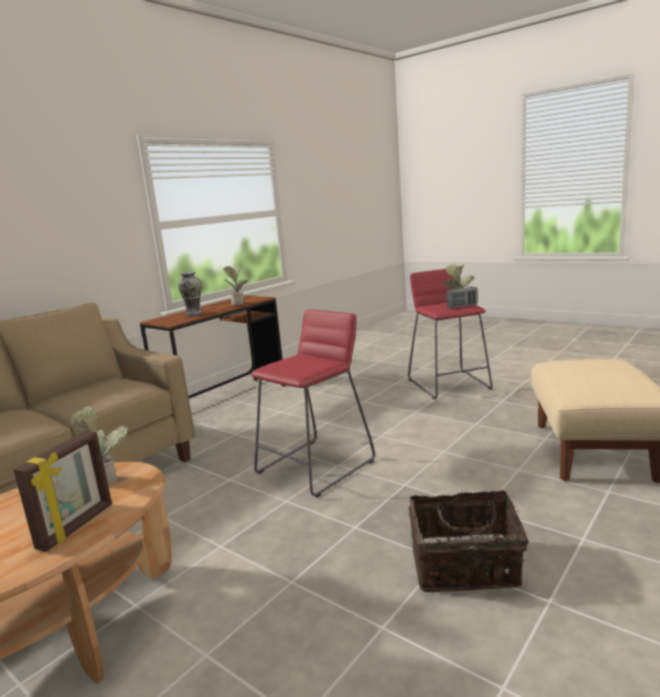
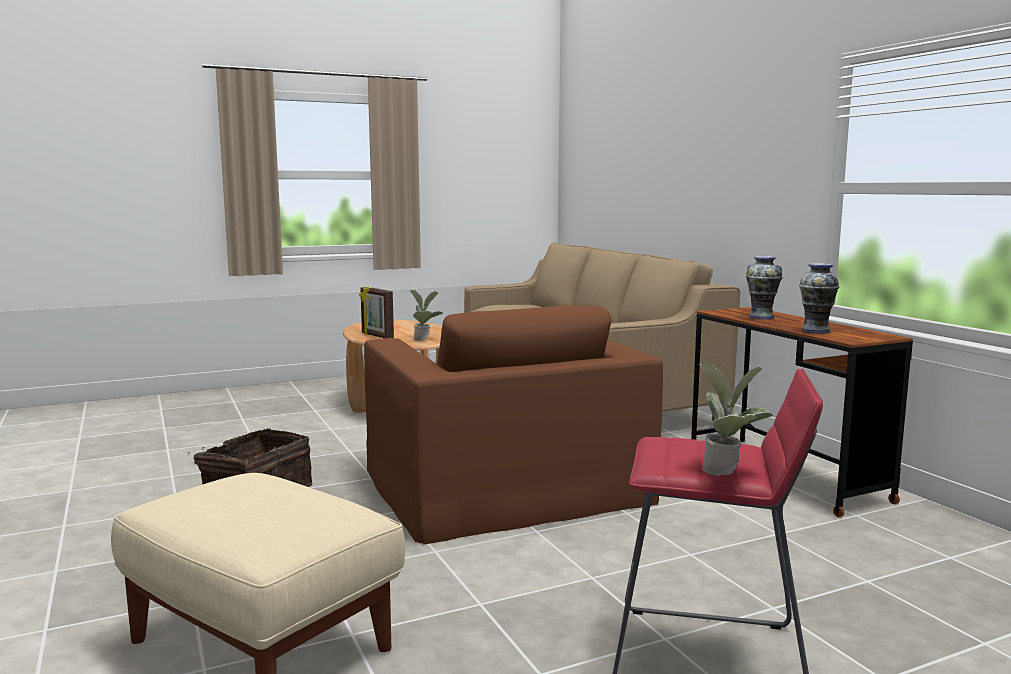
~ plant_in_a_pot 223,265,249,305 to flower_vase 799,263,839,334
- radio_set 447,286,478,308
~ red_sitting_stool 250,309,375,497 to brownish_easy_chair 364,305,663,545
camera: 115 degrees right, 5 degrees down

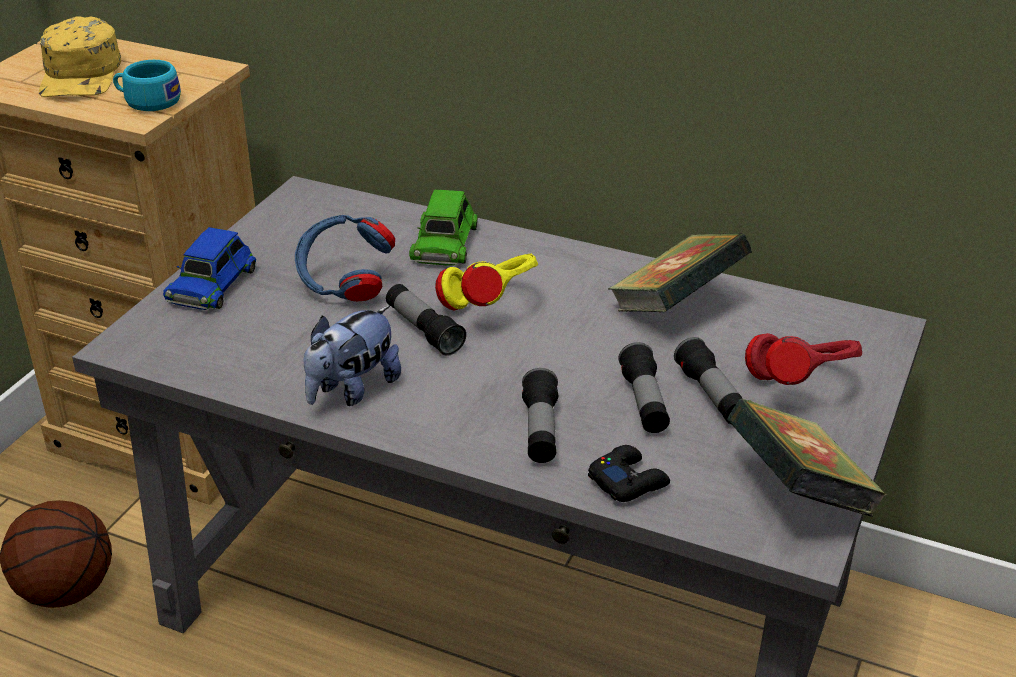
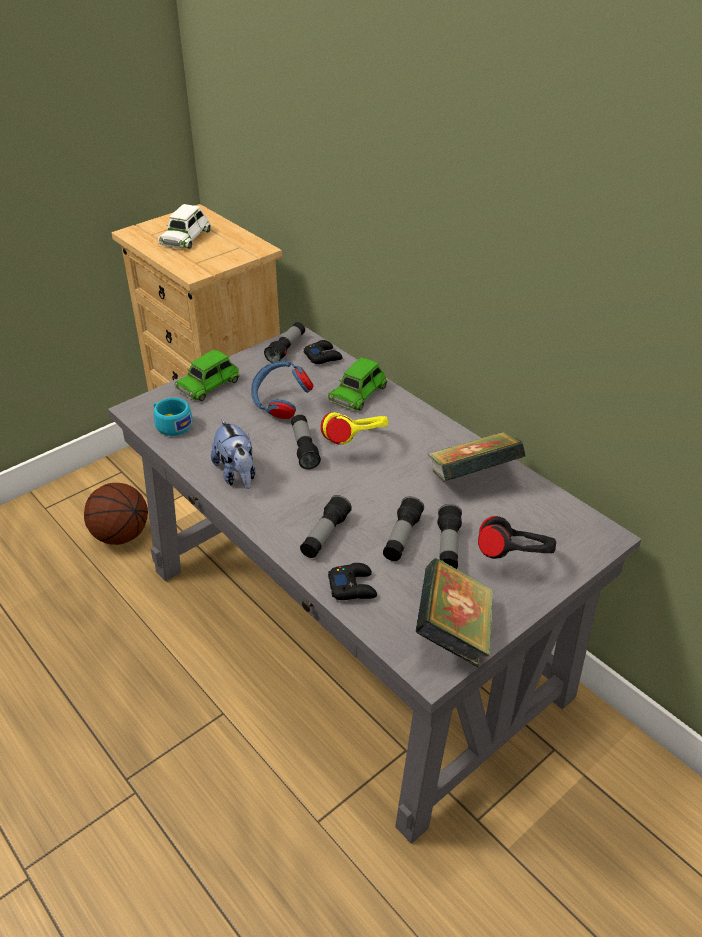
~ yellowish_baseball_cap 39,16,121,97 to white-coloured_toy_car 158,204,211,249
~ turquoise-coloured_drinking_cup 113,60,181,111 to 154,398,193,436
~ blue_toy_car 163,227,256,310 to green-coloured_toy_car 174,349,240,401
~ plush_toy 304,306,401,406 = 211,419,256,489 90 degrees counterclockwise
~ red_pair_of_headphones 745,333,862,385 to blackish_pair_of_headphones 478,516,556,559
+ torch 264,322,305,363
+ blackish_gamepad 303,340,343,364
camera: 25 degrees right, 5 degrees up

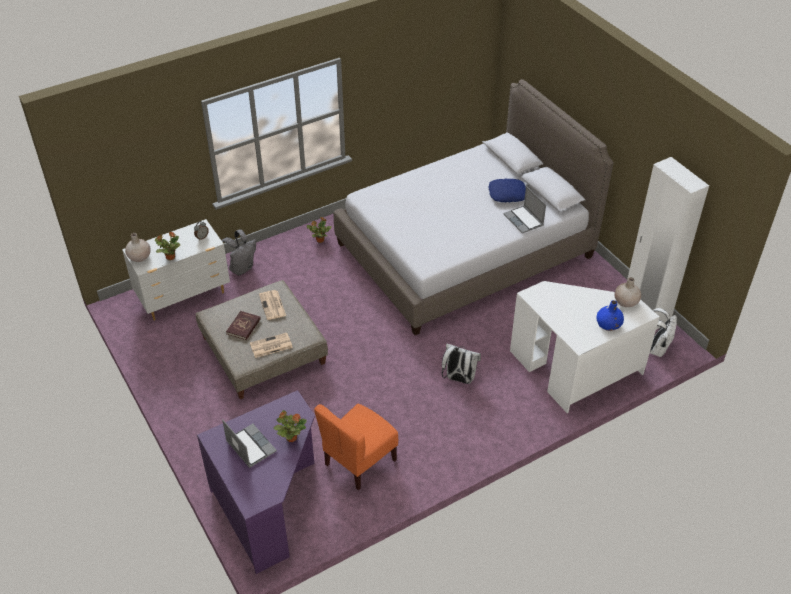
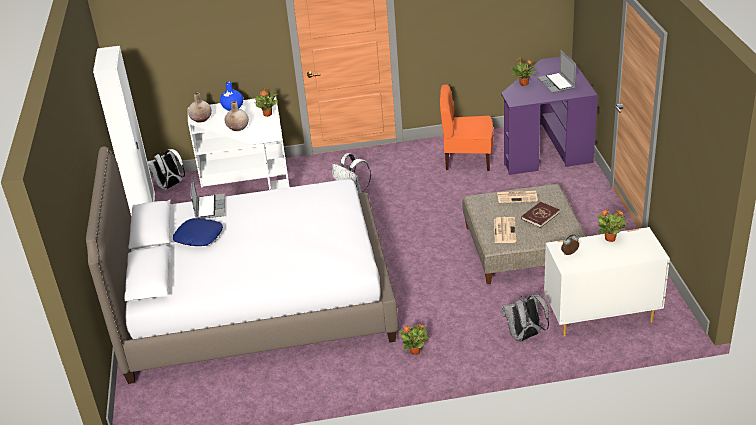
~ sand-coloured_flower_vase 125,233,151,262 to 225,101,249,131
~ orange-coloured_plain_chair 314,404,398,491 = 440,84,493,171 150 degrees counterclockwise
+ plant_in_a_pot 254,88,278,117
camera: 155 degrees left, 10 degrees down

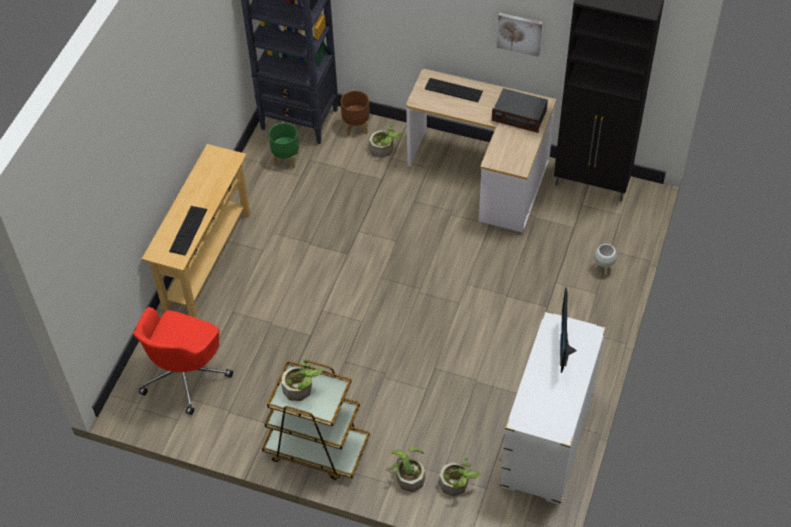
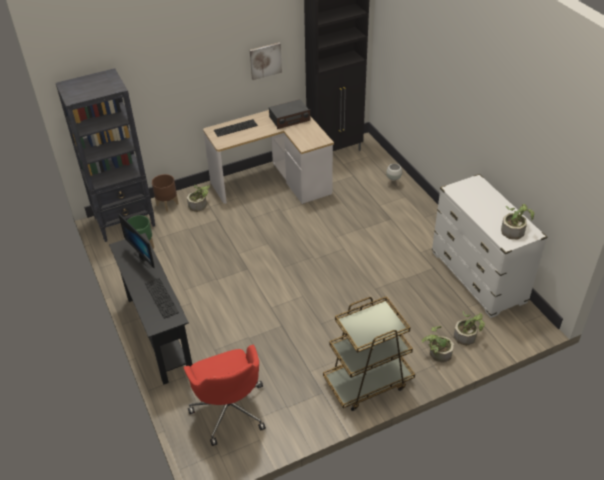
~ sand-coloured_hall_table 142,144,250,318 to blackish_hall_table 109,233,192,385
~ computer_display 560,287,577,373 to 118,214,155,269
~ plant_in_a_pot 281,357,323,401 to 501,204,534,240
camera: 45 degrees left, 10 degrees down

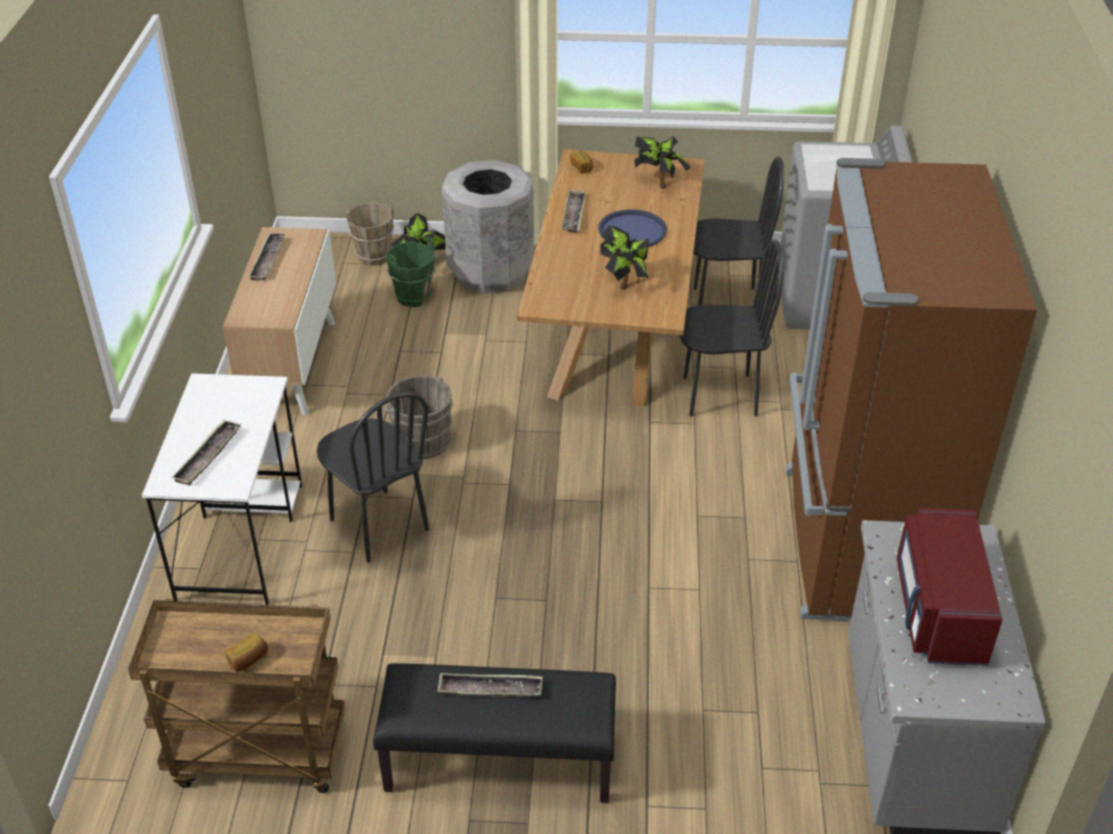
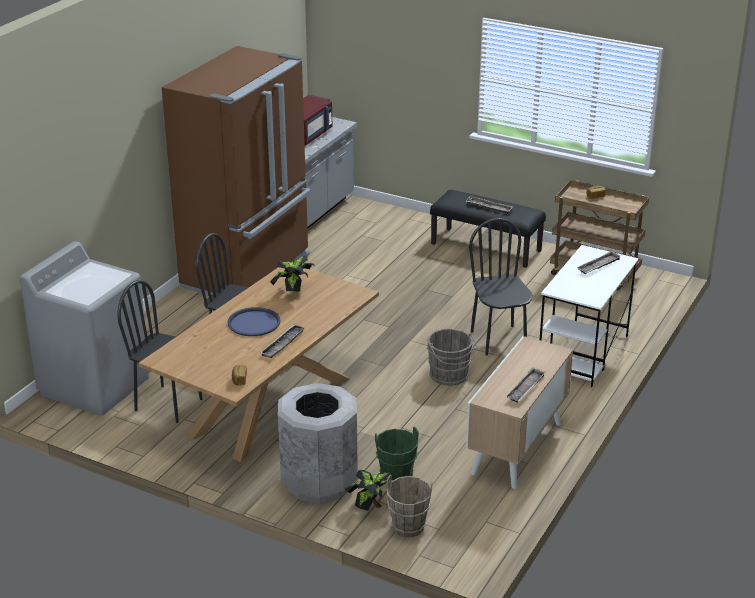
- plant_in_a_pot 634,136,691,189
camera: 155 degrees left, 10 degrees down

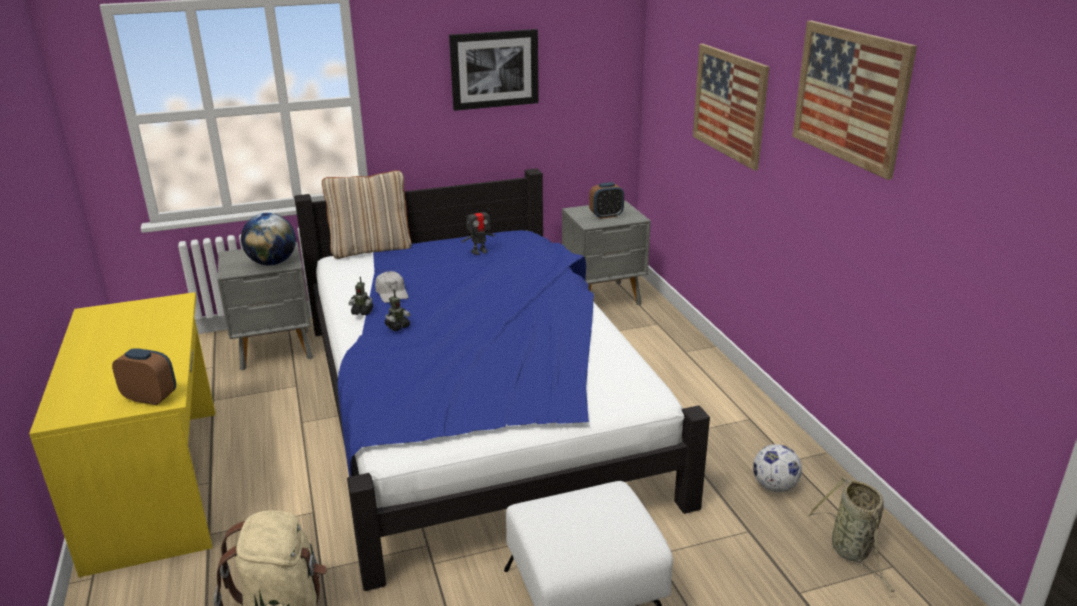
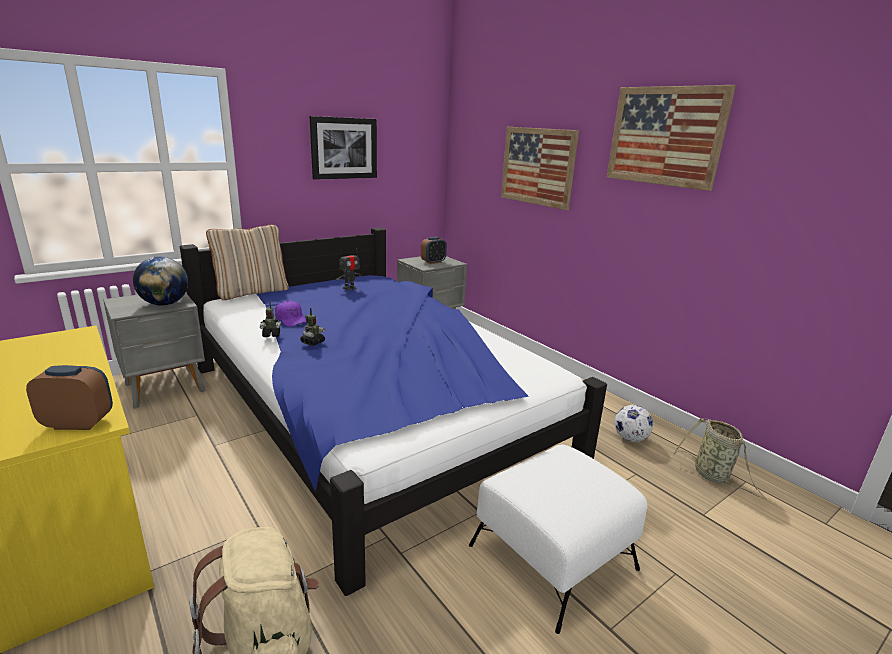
~ white-coloured_baseball_cap 375,271,408,303 to purplish_baseball_cap 275,300,306,327
camera: 20 degrees left, 5 degrees down

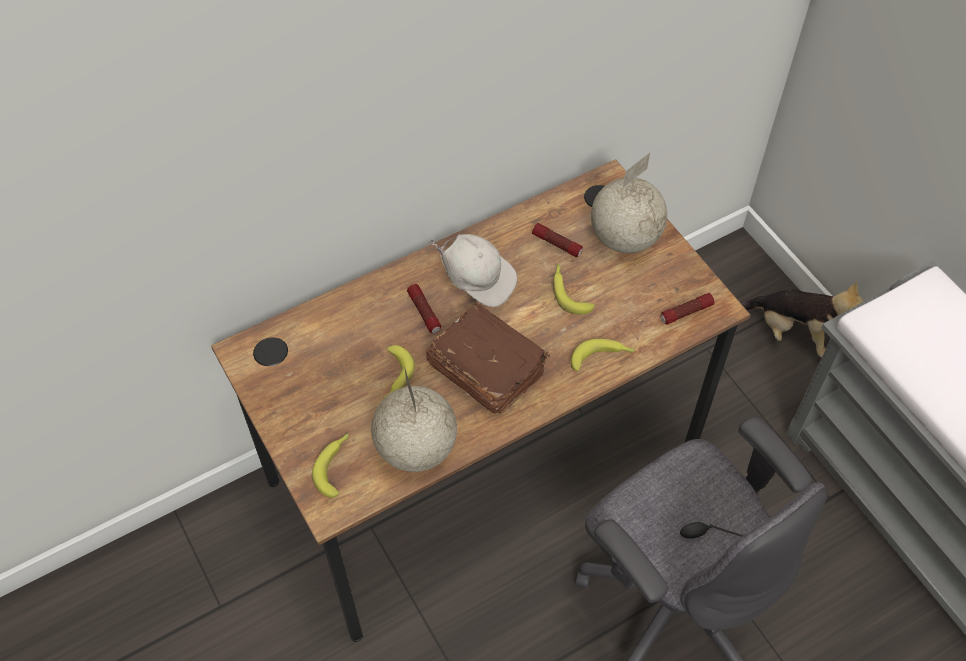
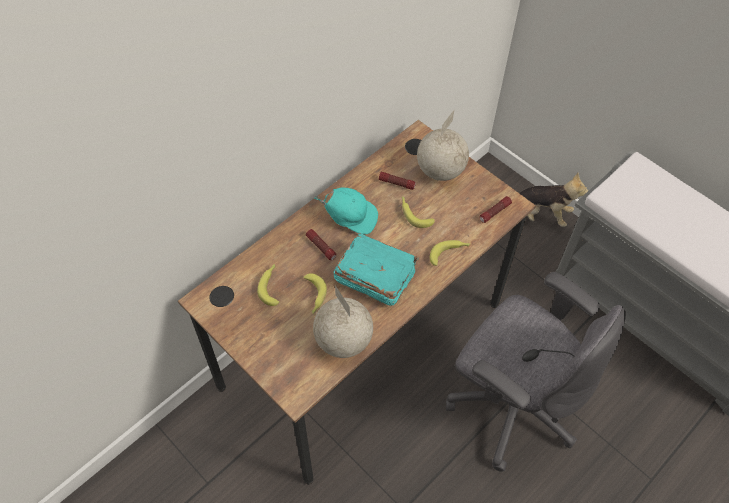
~ white-coloured_baseball_cap 429,234,517,307 to turquoise-coloured_baseball_cap 314,188,378,234
~ brownish_book 426,303,550,414 to turquoise-coloured_book 334,233,418,306
~ banana_fruit 312,433,349,498 to 257,264,279,306
camera: 15 degrees left, 0 degrees up

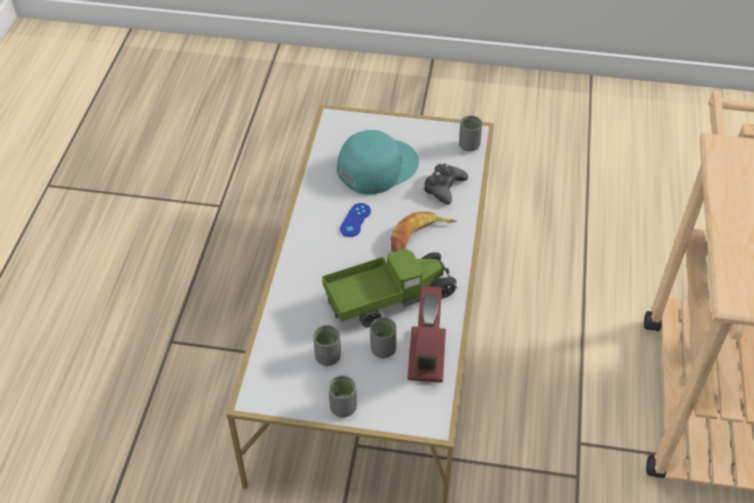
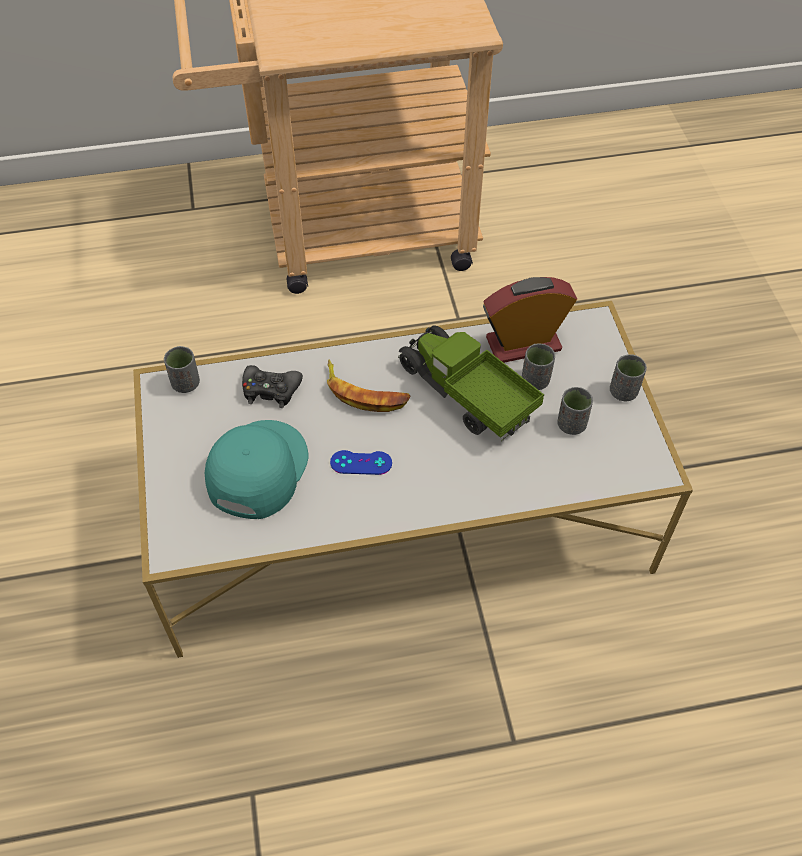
~ turquoise-coloured_baseball_cap 337,130,419,194 = 205,420,308,519 75 degrees clockwise
camera: 110 degrees left, 5 degrees up

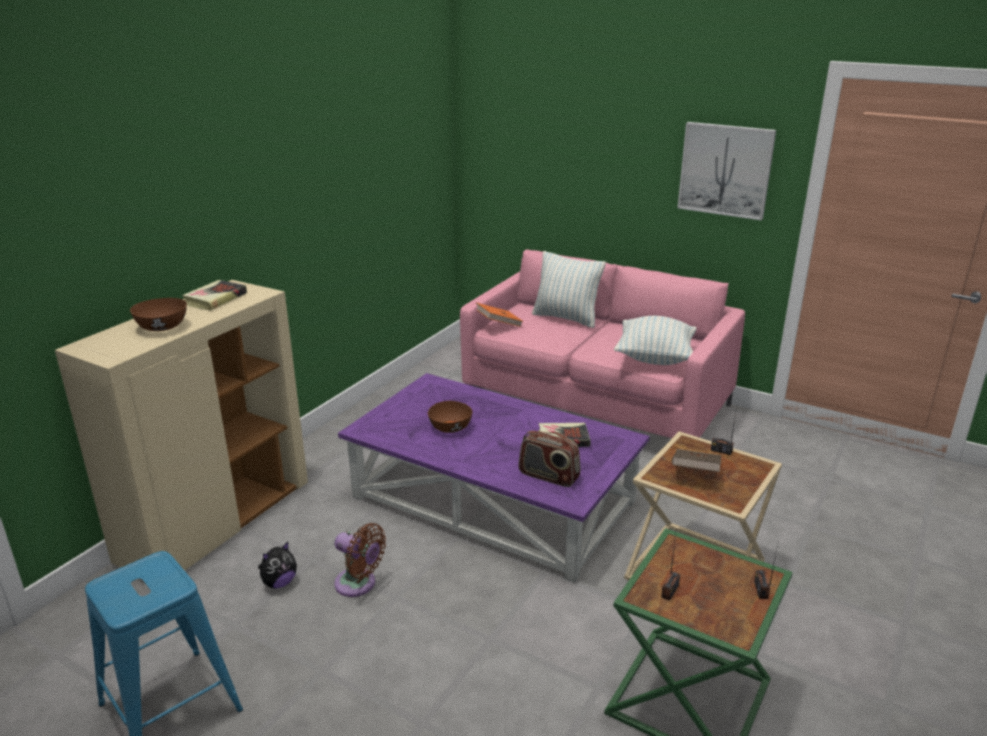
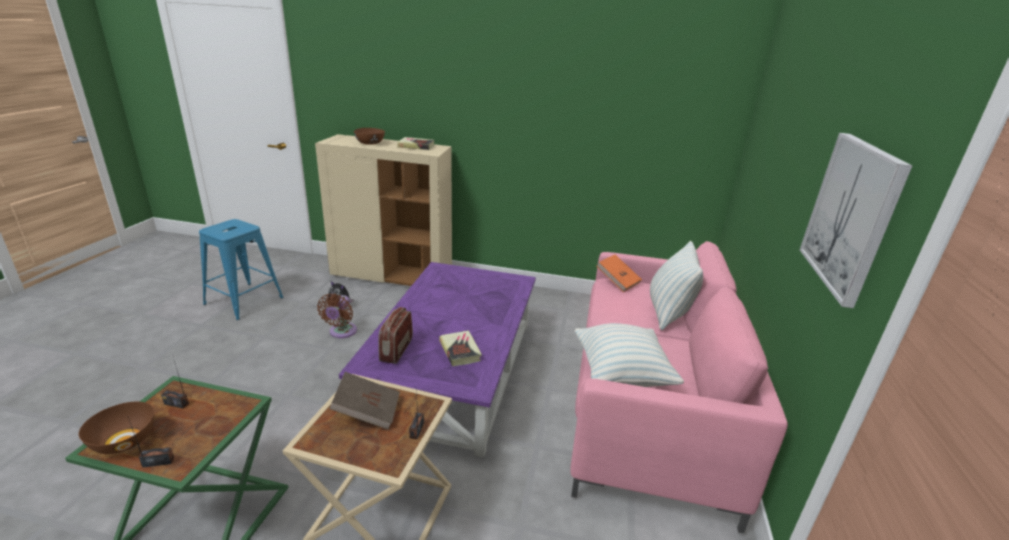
~ brownish_bowl 428,401,472,433 to 79,402,154,454
camera: 70 degrees right, 0 degrees up

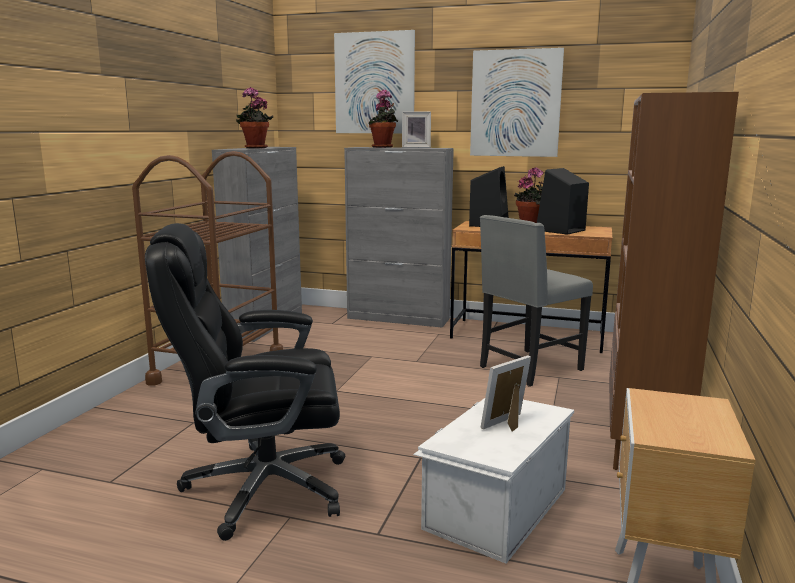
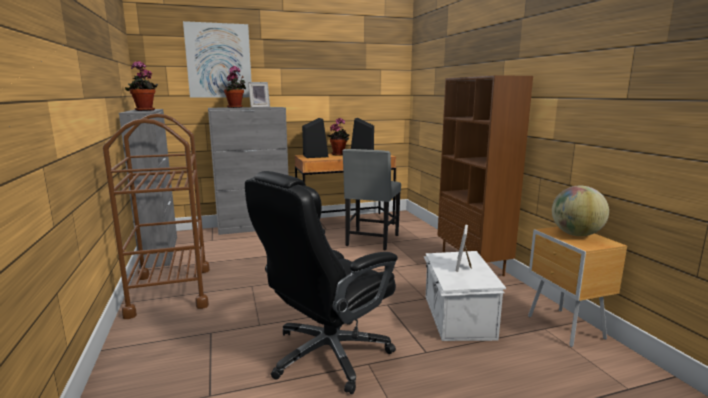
- picture 470,48,564,157
+ world_globe 552,186,609,236
camera: 35 degrees left, 0 degrees up

